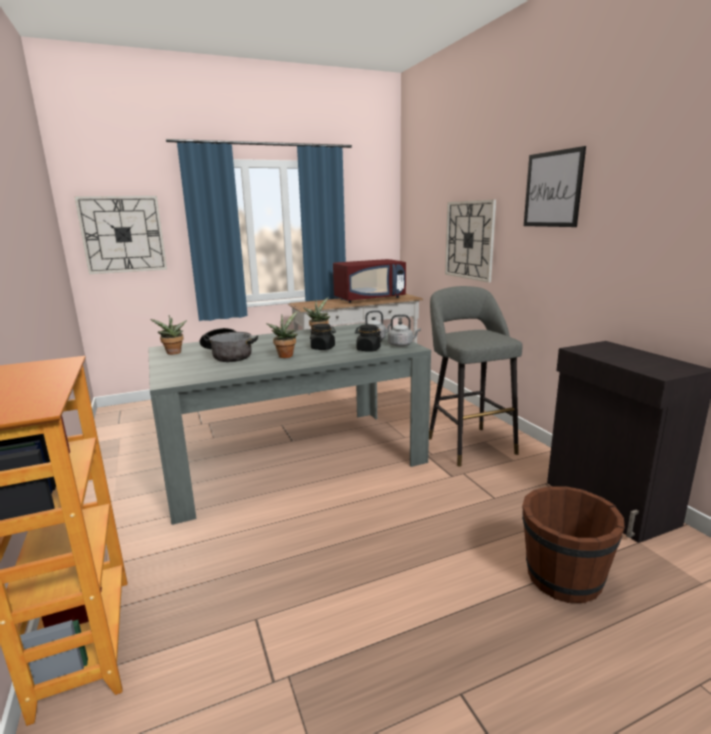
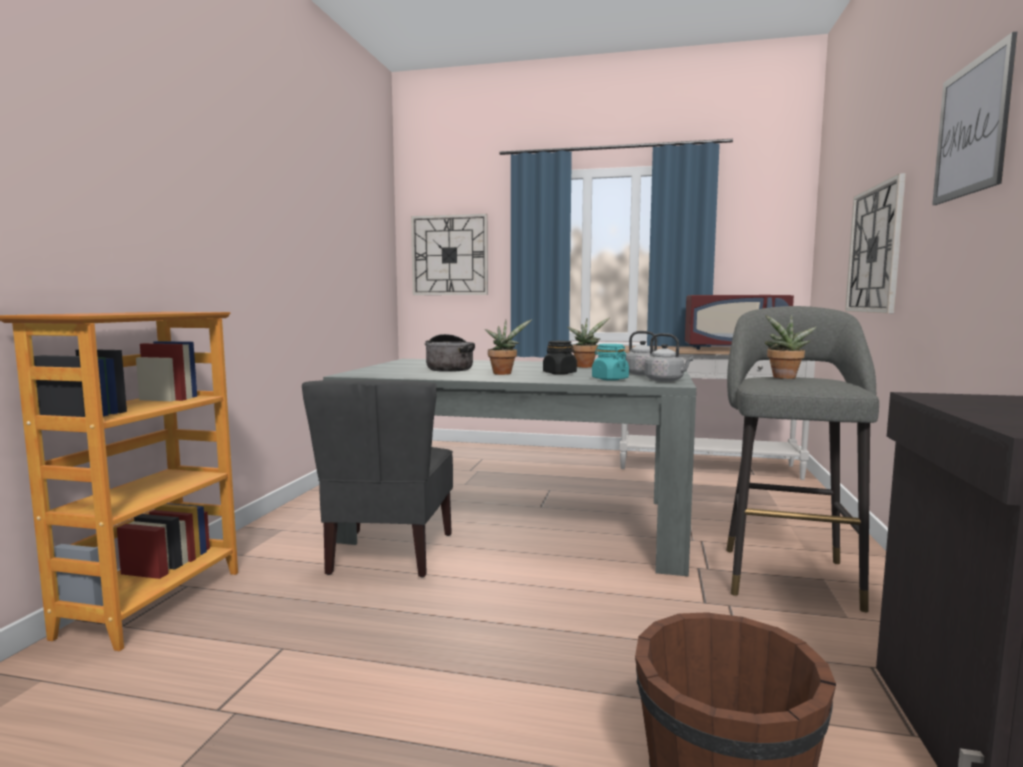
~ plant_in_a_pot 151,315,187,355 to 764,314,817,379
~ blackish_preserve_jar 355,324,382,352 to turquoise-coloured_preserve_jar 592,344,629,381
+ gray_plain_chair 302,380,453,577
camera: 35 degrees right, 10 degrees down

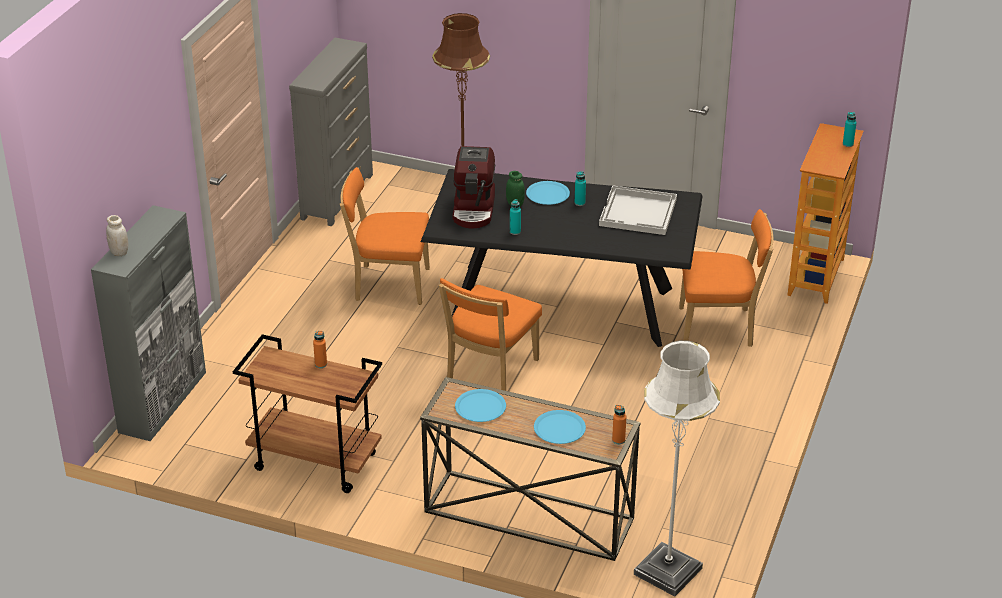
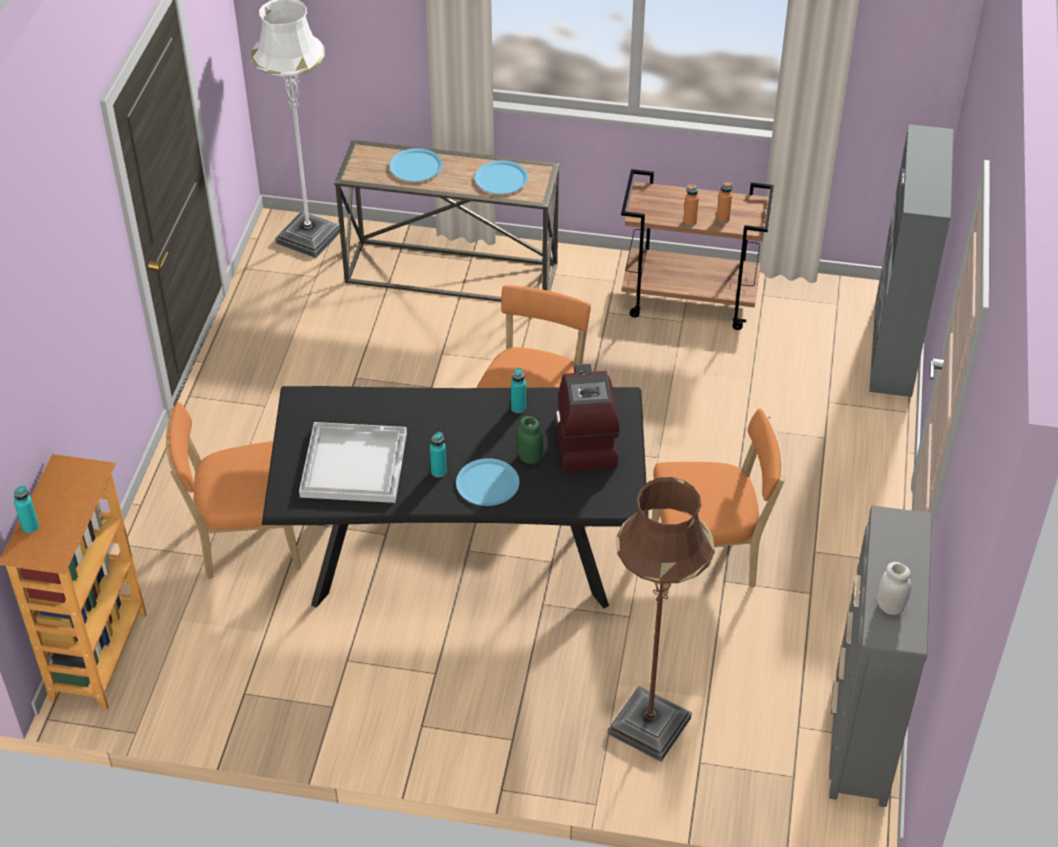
~ white-coloured_preserve_jar 106,215,128,256 to 876,562,911,615
~ orange-coloured_drink_bottle 612,405,626,444 to 716,182,732,223
camera: 170 degrees right, 10 degrees up

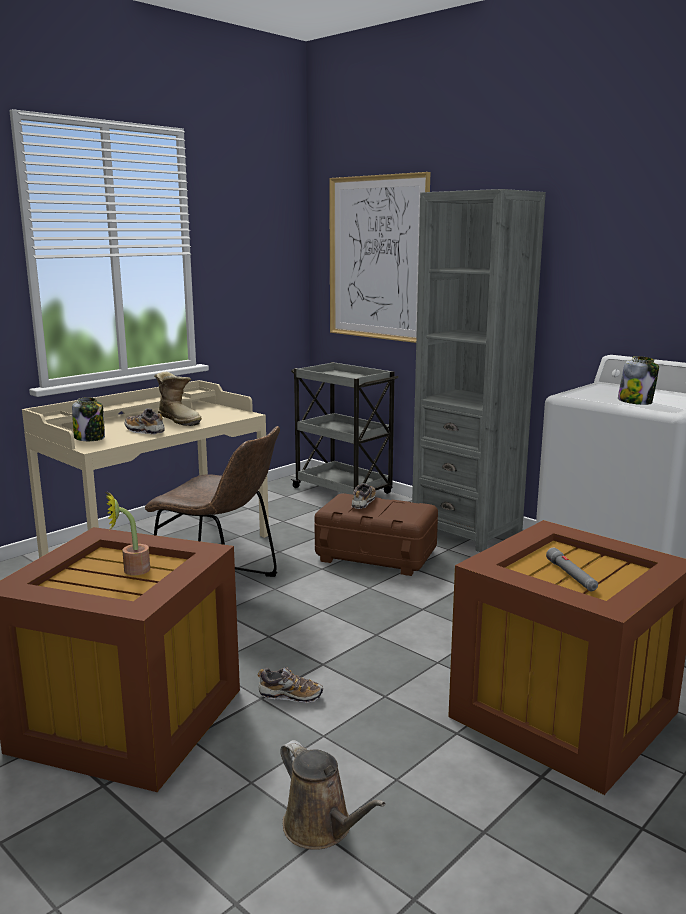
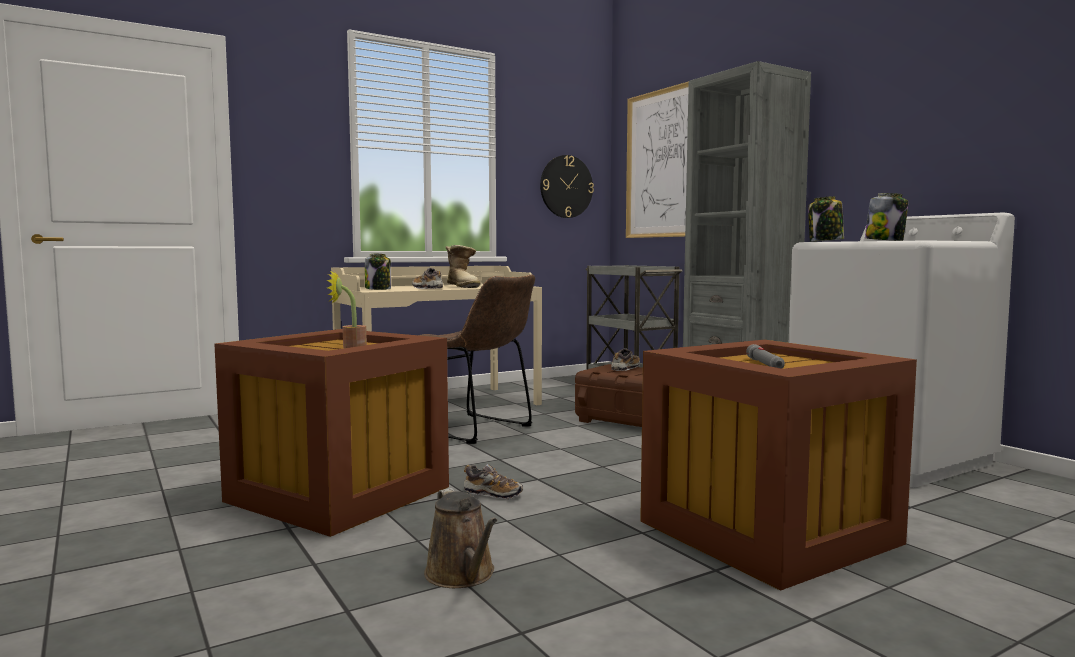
+ clock_on_the_wall 540,155,594,218
+ preserve_jar 808,196,844,242
camera: 15 degrees right, 10 degrees down

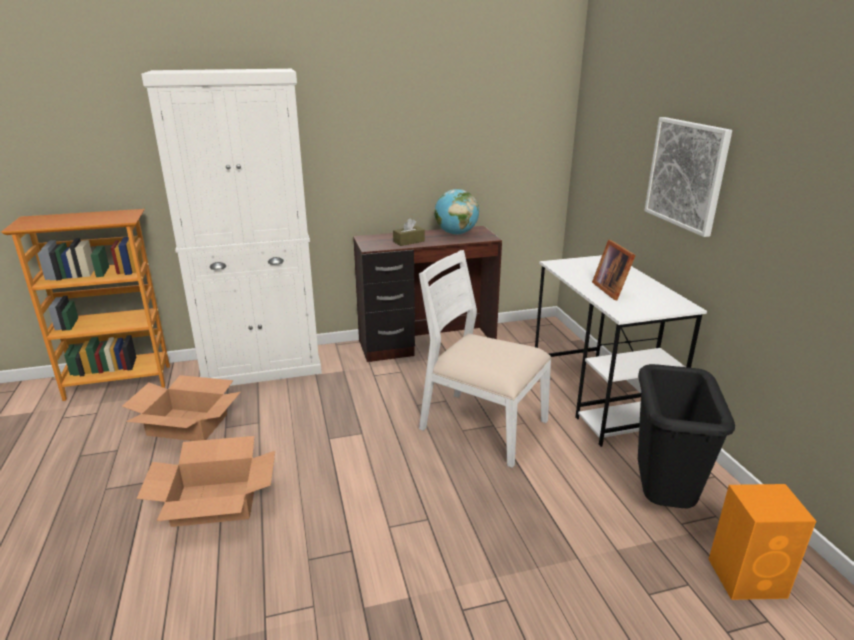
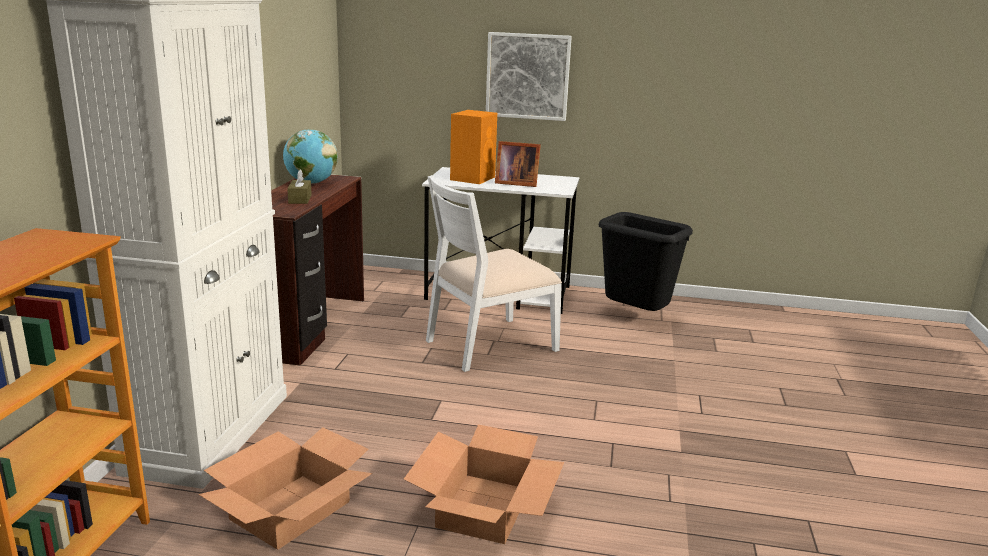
~ orange-coloured_audio_speaker 708,484,816,600 to 450,110,497,184
camera: 65 degrees left, 5 degrees down

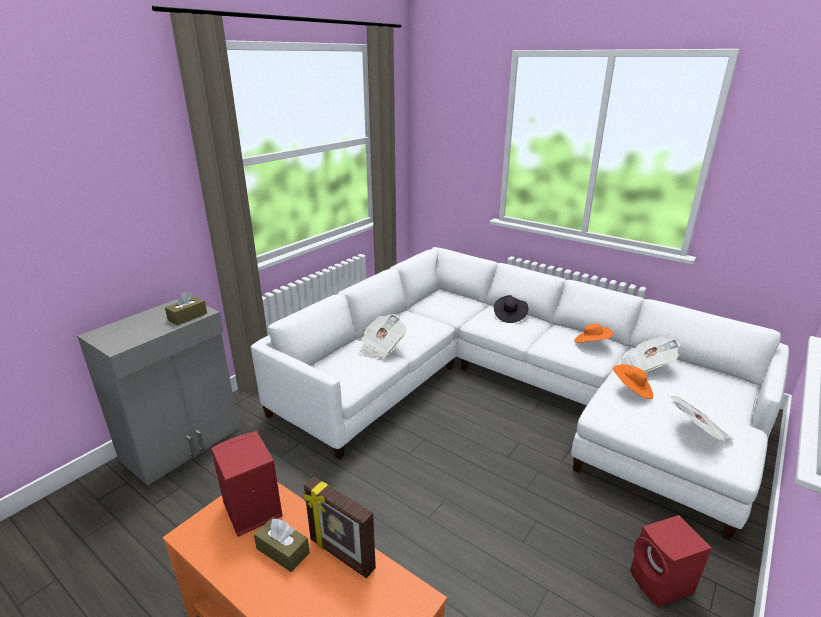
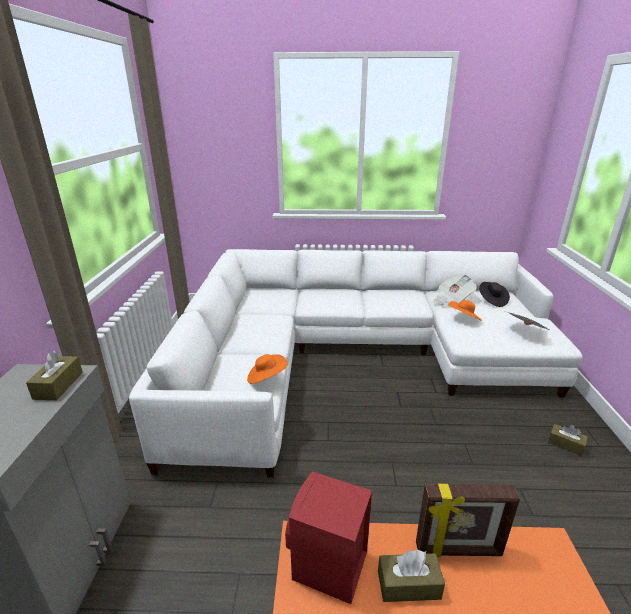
~ blackish_clothing_hat 494,295,528,323 to 479,282,510,307
- printed_paper 359,314,406,358
~ orange-coloured_clothing_hat 574,324,613,343 to 247,354,287,384
~ red_audio_speaker 630,515,712,607 to brownish_box_of_tissues 548,424,588,456
camera: 35 degrees left, 0 degrees up

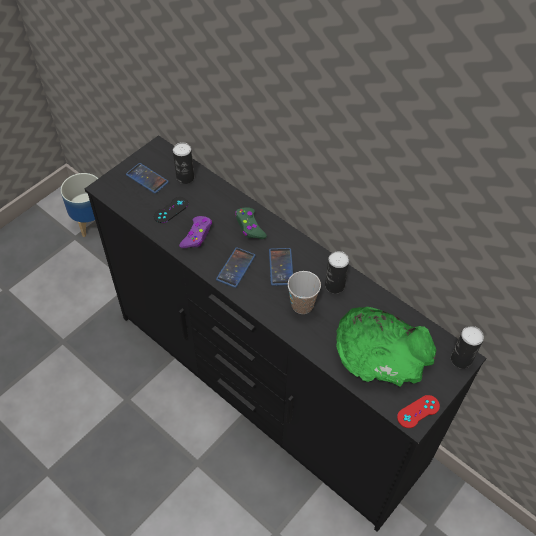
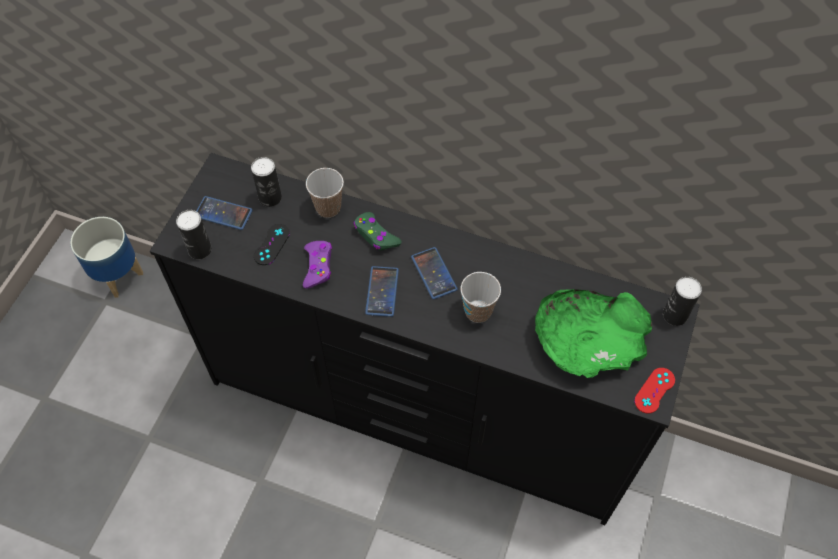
~ can 325,251,349,294 to 176,210,212,259
+ drinking_cup 306,168,344,218
camera: 20 degrees left, 5 degrees up

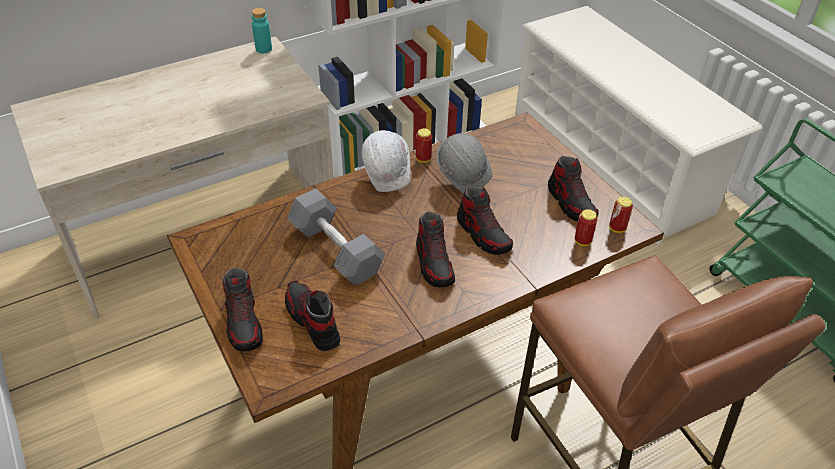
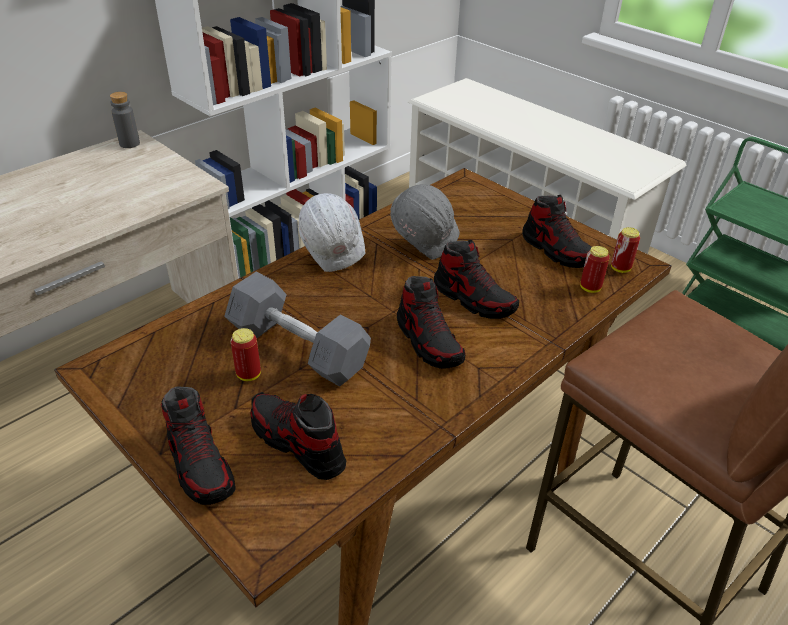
~ turquoise-coloured_drink_bottle 252,8,272,53 to gray_drink_bottle 110,92,140,148
~ can 416,128,432,163 to 231,328,261,381
camera: 15 degrees left, 5 degrees down

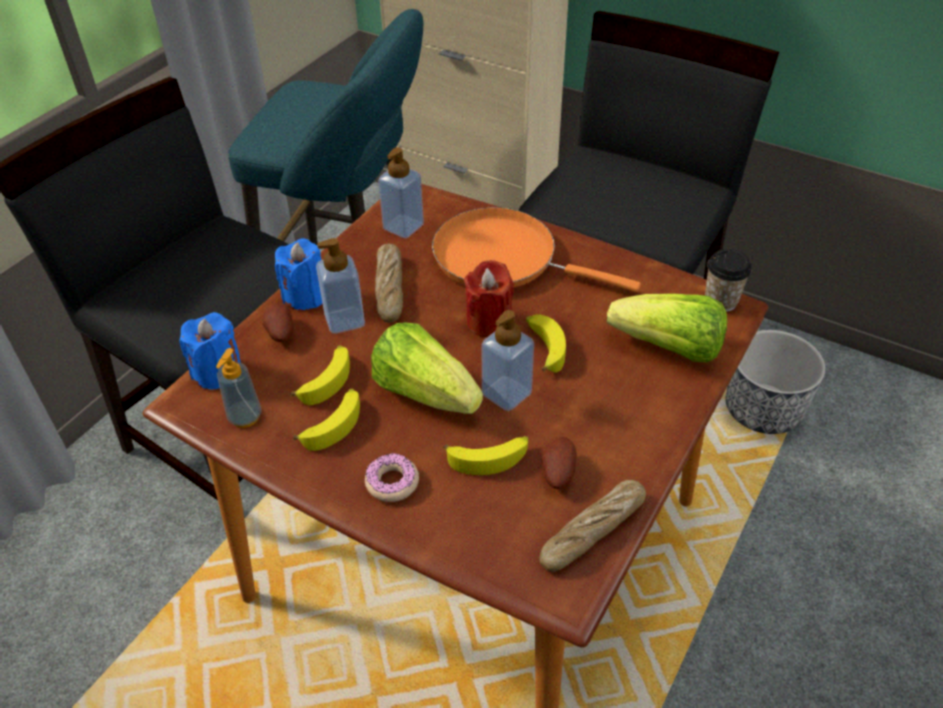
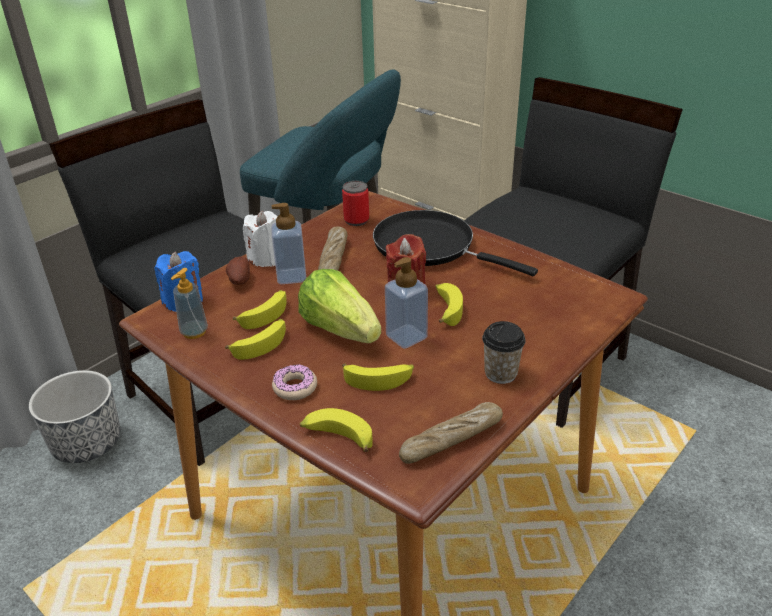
~ liquid_soap_bottle 378,147,424,238 to can 342,181,369,226
~ orange-coloured_skillet 432,207,641,292 to blackish_skillet 373,210,538,276
~ blue_wax_light 275,238,322,310 to white-coloured_wax_light 243,211,277,267
~ drinking_cup 705,249,752,312 to 482,321,526,384
- head_of_lettuce 607,294,727,363
~ plant_pot 725,330,825,434 to 29,370,121,463
- spud 541,437,577,489
+ banana_fruit 300,408,373,452
camera: 10 degrees right, 10 degrees down

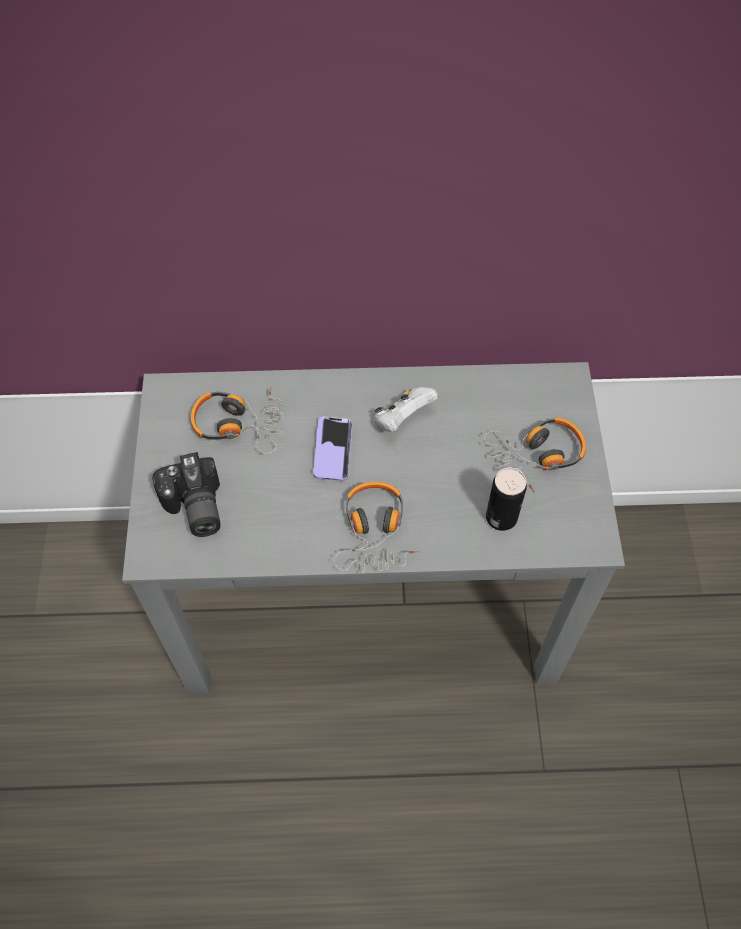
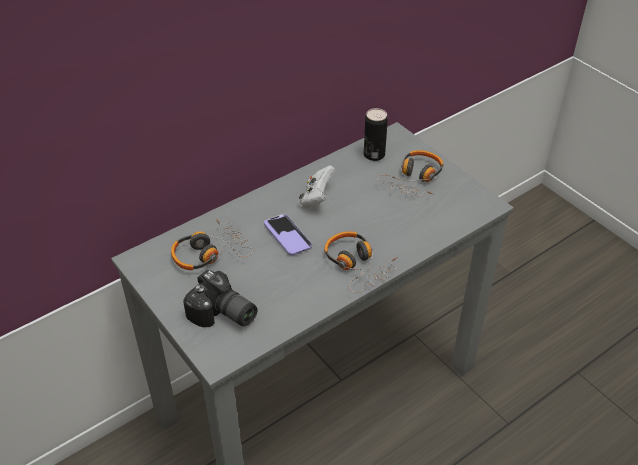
~ can 486,467,527,531 to 364,108,388,161
camera: 35 degrees left, 15 degrees down

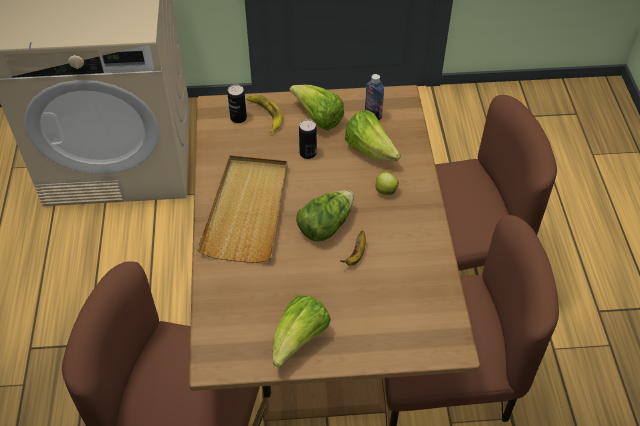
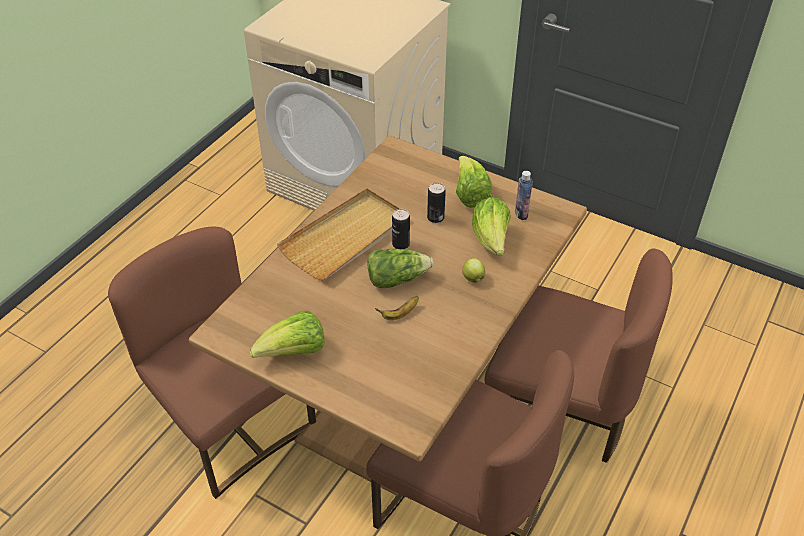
~ can 227,84,247,123 to 392,209,410,249
- banana_fruit 246,95,283,133
camera: 35 degrees right, 5 degrees down

